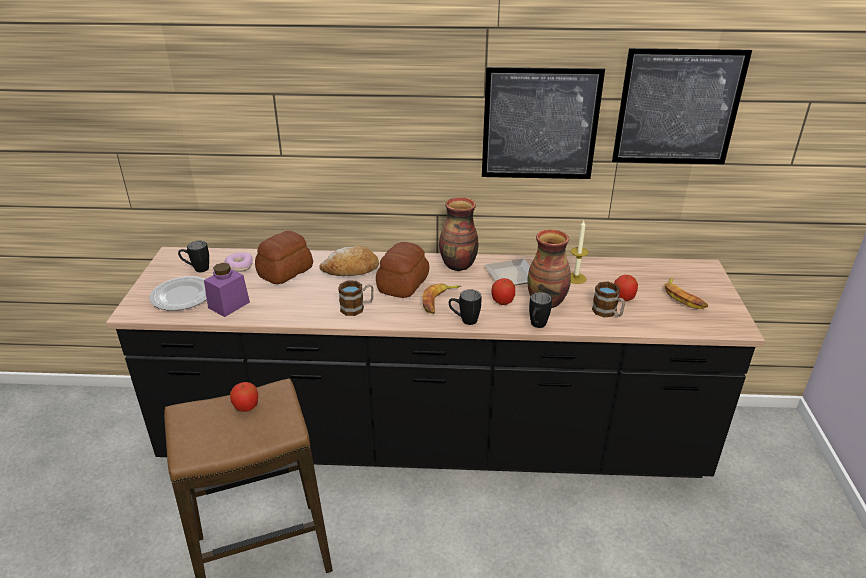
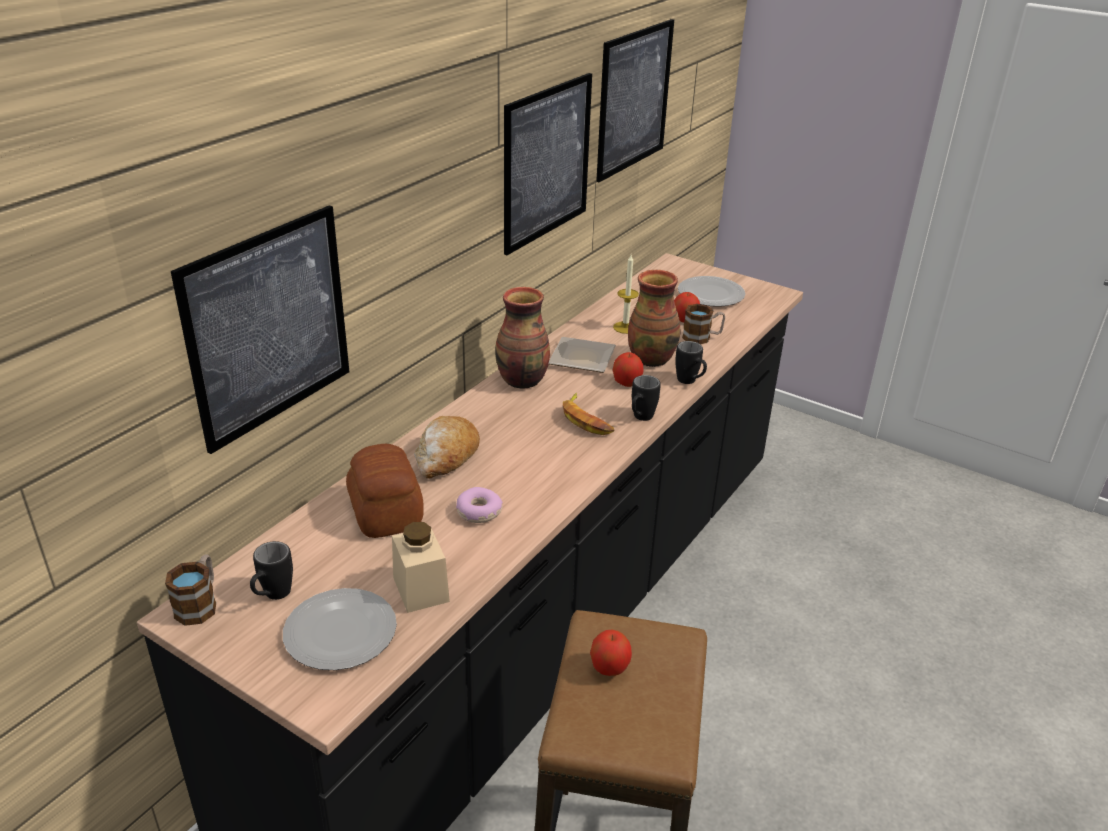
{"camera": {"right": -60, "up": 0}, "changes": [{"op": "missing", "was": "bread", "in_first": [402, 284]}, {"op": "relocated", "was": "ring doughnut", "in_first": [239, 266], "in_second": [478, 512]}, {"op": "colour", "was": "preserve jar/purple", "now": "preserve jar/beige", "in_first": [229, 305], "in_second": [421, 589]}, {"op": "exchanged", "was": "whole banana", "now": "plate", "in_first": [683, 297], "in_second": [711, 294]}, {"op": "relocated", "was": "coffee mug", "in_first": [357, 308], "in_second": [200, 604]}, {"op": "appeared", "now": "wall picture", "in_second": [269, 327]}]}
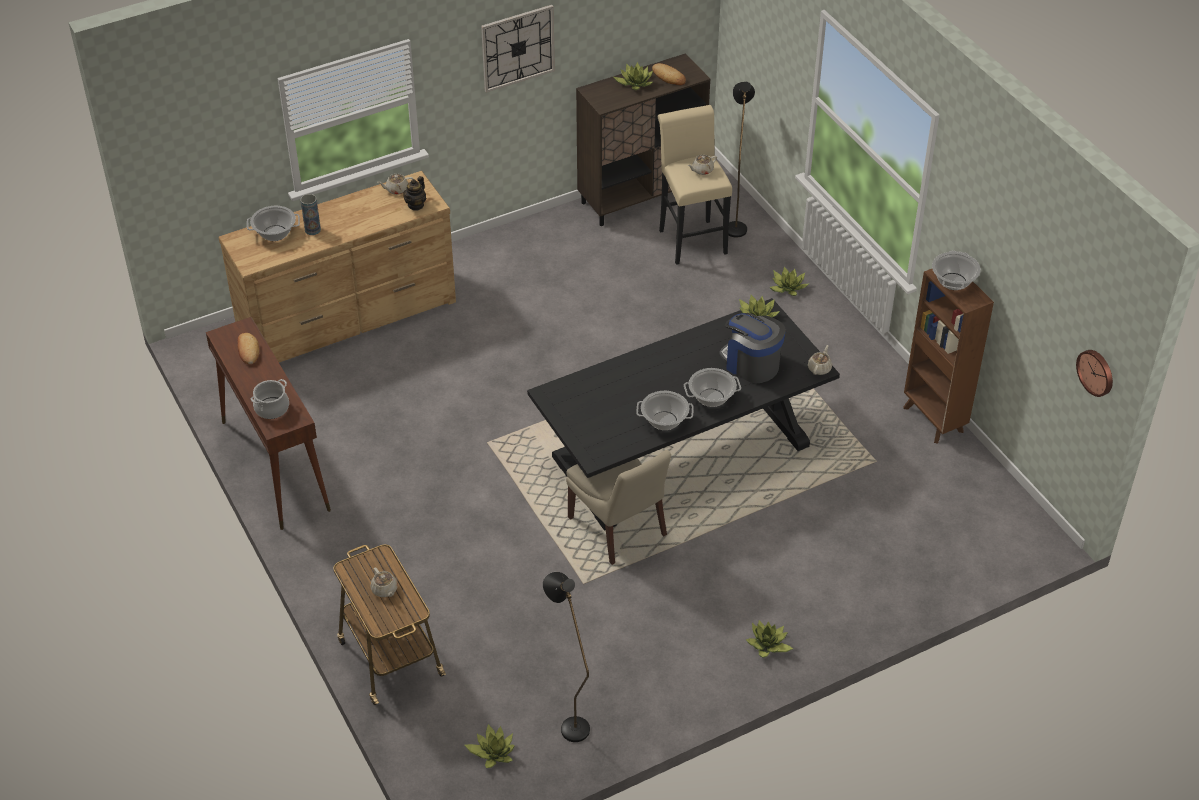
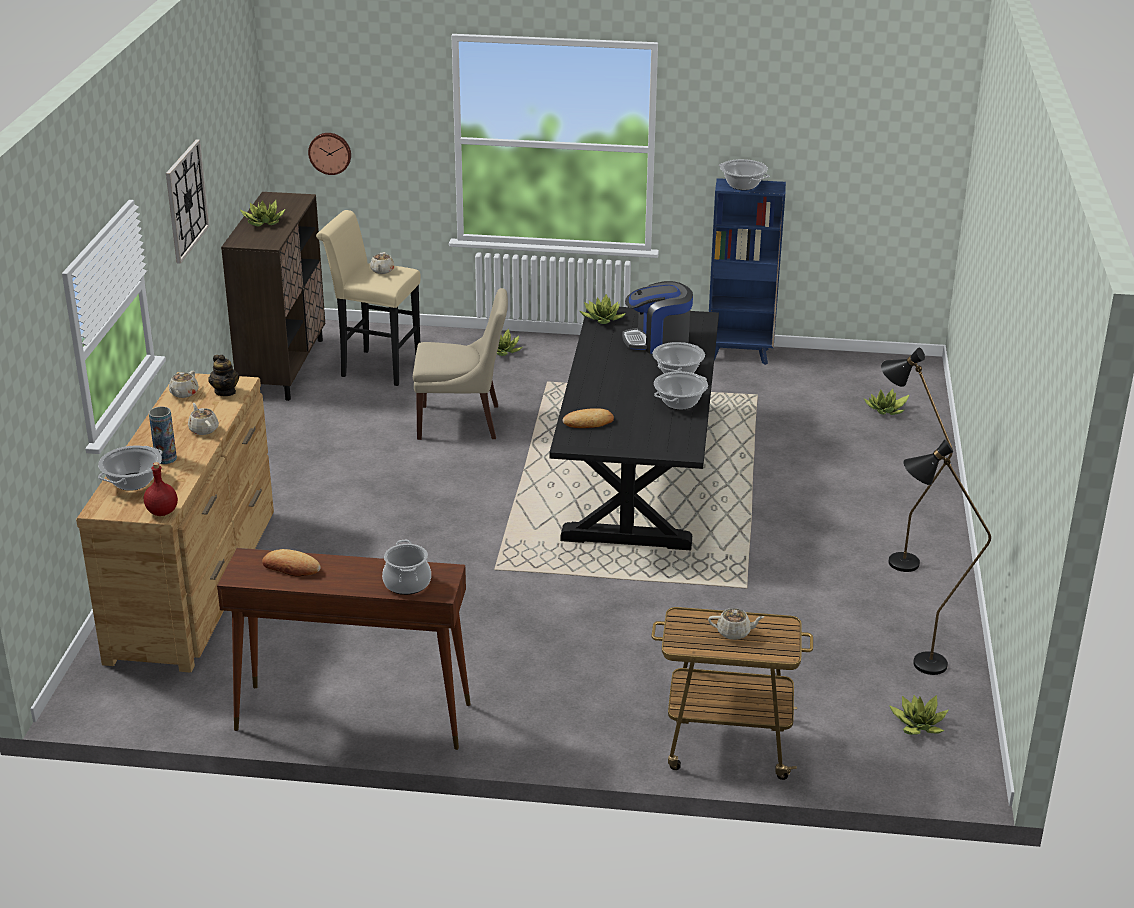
{"camera": {"right": -55, "up": -15}, "changes": [{"op": "relocated", "was": "bread", "in_first": [668, 77], "in_second": [588, 422]}, {"op": "relocated", "was": "standing lamp/blackish", "in_first": [735, 224], "in_second": [892, 559]}, {"op": "colour", "was": "bookshelf/brown-coloured", "now": "bookshelf/blue-coloured", "in_first": [933, 420], "in_second": [740, 355]}, {"op": "relocated", "was": "tea pot/beige", "in_first": [819, 368], "in_second": [203, 429]}, {"op": "relocated", "was": "wall clock", "in_first": [1096, 372], "in_second": [330, 153]}, {"op": "relocated", "was": "chair/beige", "in_first": [619, 529], "in_second": [462, 422]}, {"op": "relocated", "was": "houseplant", "in_first": [768, 645], "in_second": [886, 410]}, {"op": "appeared", "now": "bottle/red", "in_second": [163, 512]}]}
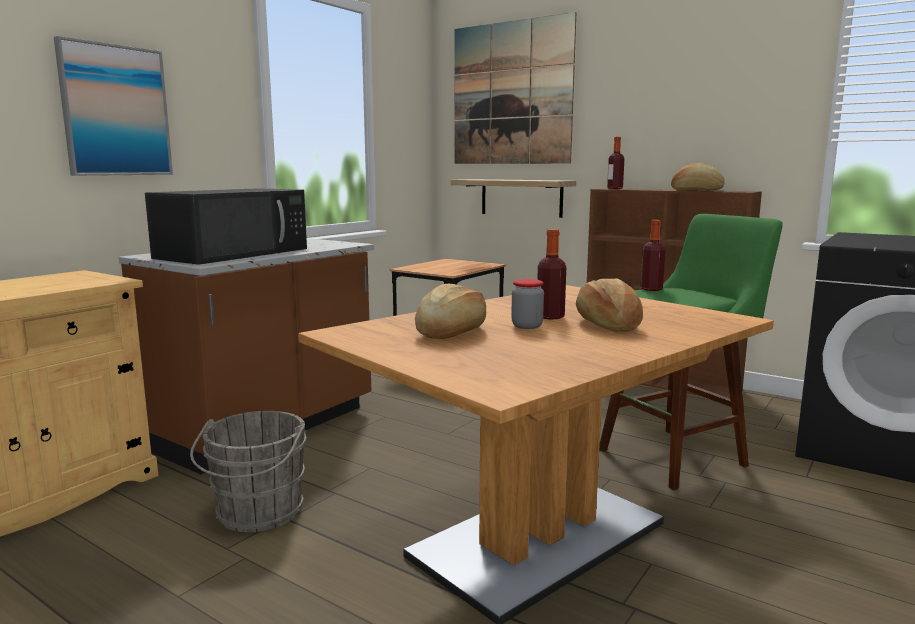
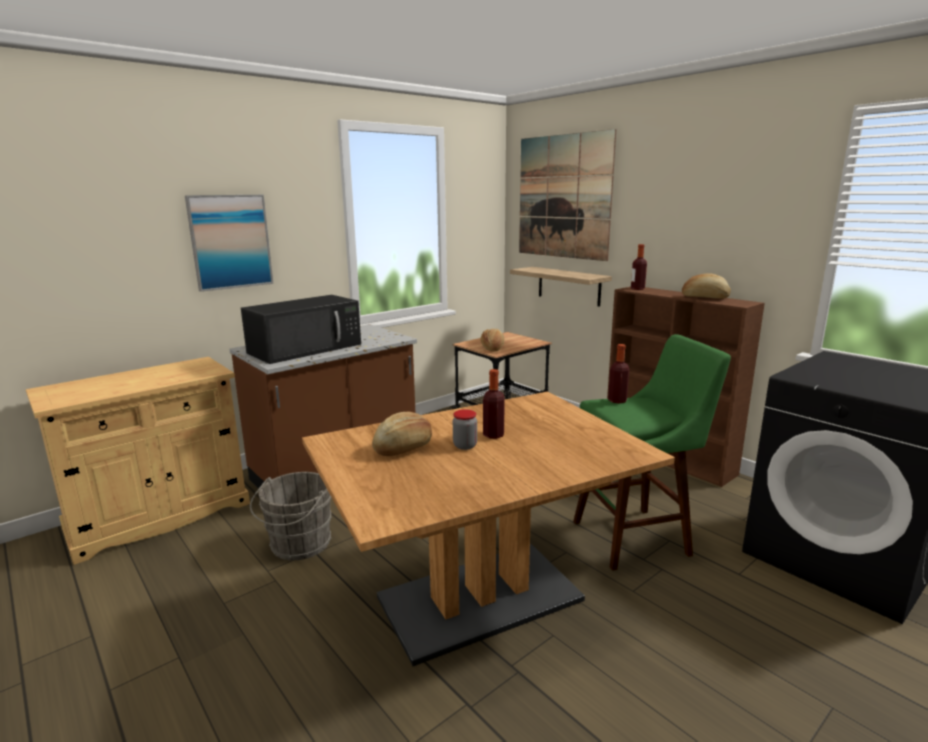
{"camera": {"right": 15, "up": 5}, "changes": [{"op": "relocated", "was": "bread", "in_first": [608, 324], "in_second": [493, 348]}]}
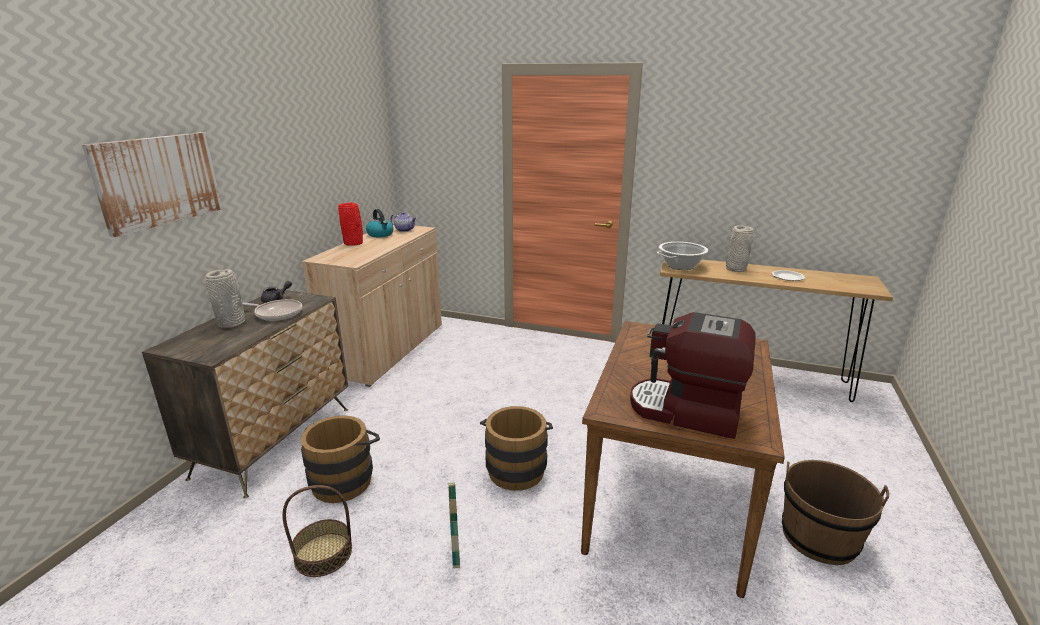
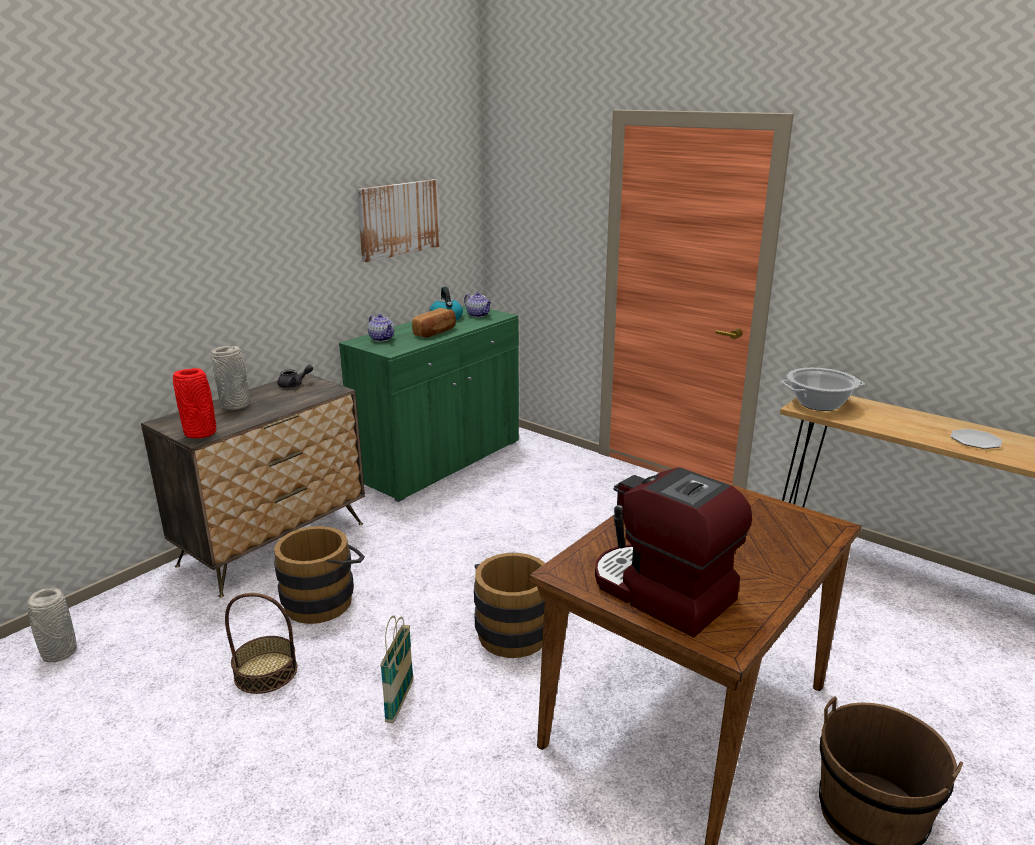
{"camera": {"right": 20, "up": 0}, "changes": [{"op": "relocated", "was": "wall picture", "in_first": [158, 180], "in_second": [399, 219]}, {"op": "relocated", "was": "decorative vase/red", "in_first": [354, 243], "in_second": [201, 433]}, {"op": "colour", "was": "cabinet/beige", "now": "cabinet/green-coloured", "in_first": [387, 350], "in_second": [440, 461]}, {"op": "relocated", "was": "decorative vase/greyish", "in_first": [735, 269], "in_second": [58, 652]}, {"op": "missing", "was": "pan", "in_first": [276, 313]}, {"op": "appeared", "now": "bread", "in_second": [435, 332]}, {"op": "appeared", "now": "tea pot", "in_second": [382, 339]}]}
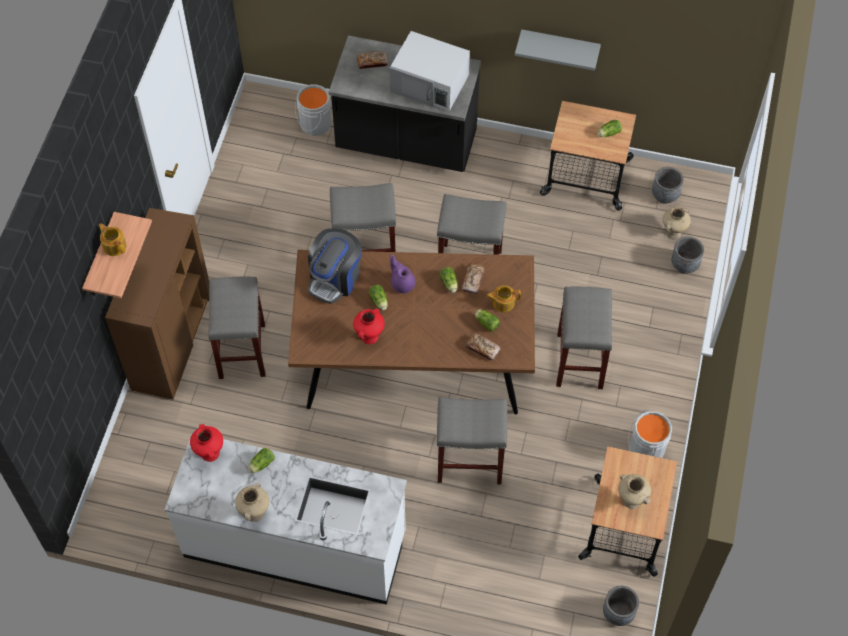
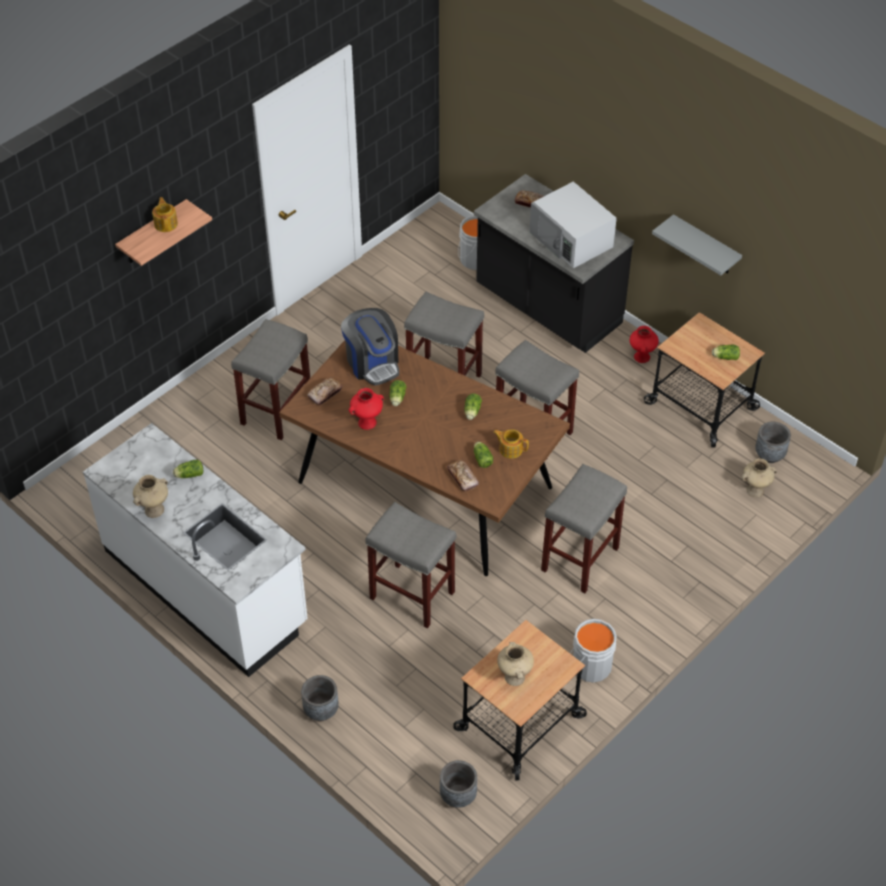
{"camera": {"right": 30, "up": -10}, "changes": [{"op": "missing", "was": "cabinet/brown-coloured", "in_first": [172, 342]}, {"op": "spun", "was": "coffee brewer", "in_first": [335, 278], "in_second": [372, 363], "clockwise": -90}, {"op": "relocated", "was": "flower pot/greyish", "in_first": [684, 265], "in_second": [321, 710]}, {"op": "missing", "was": "tea pot/purple", "in_first": [402, 283]}, {"op": "relocated", "was": "bread", "in_first": [473, 280], "in_second": [325, 394]}, {"op": "relocated", "was": "decorative vase/red", "in_first": [209, 453], "in_second": [641, 356]}]}
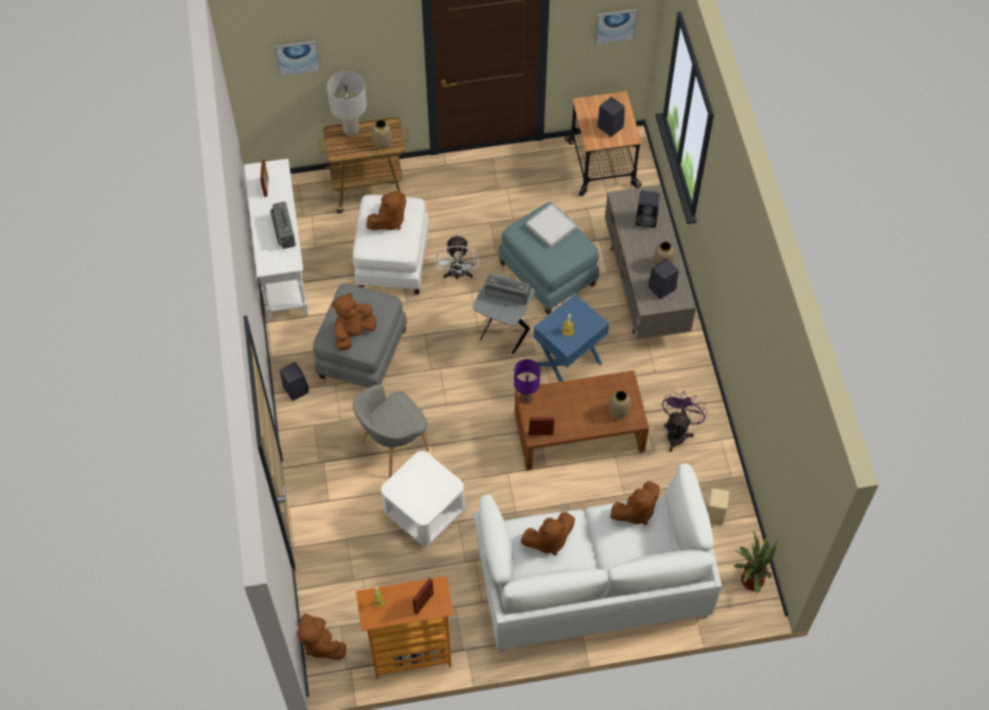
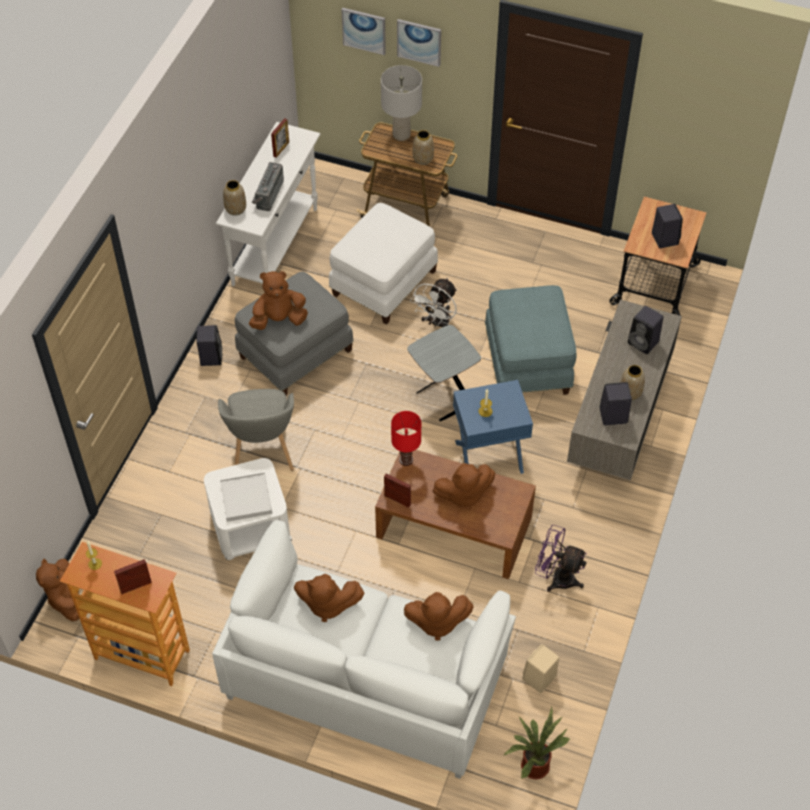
{"camera": {"right": 30, "up": -5}, "changes": [{"op": "relocated", "was": "wall picture", "in_first": [615, 25], "in_second": [419, 42]}, {"op": "relocated", "was": "cuddly toy/brown-coloured", "in_first": [389, 221], "in_second": [463, 494]}, {"op": "relocated", "was": "tray/whitish", "in_first": [551, 226], "in_second": [246, 498]}, {"op": "missing", "was": "radio set", "in_first": [508, 293]}, {"op": "colour", "was": "table lamp/purple", "now": "table lamp/red", "in_first": [526, 398], "in_second": [406, 459]}, {"op": "spun", "was": "lounge chair/greyish", "in_first": [393, 448], "in_second": [262, 453], "clockwise": -90}, {"op": "relocated", "was": "decorative vase", "in_first": [619, 412], "in_second": [235, 209]}, {"op": "spun", "was": "fan/purple", "in_first": [678, 432], "in_second": [556, 577], "clockwise": -120}]}
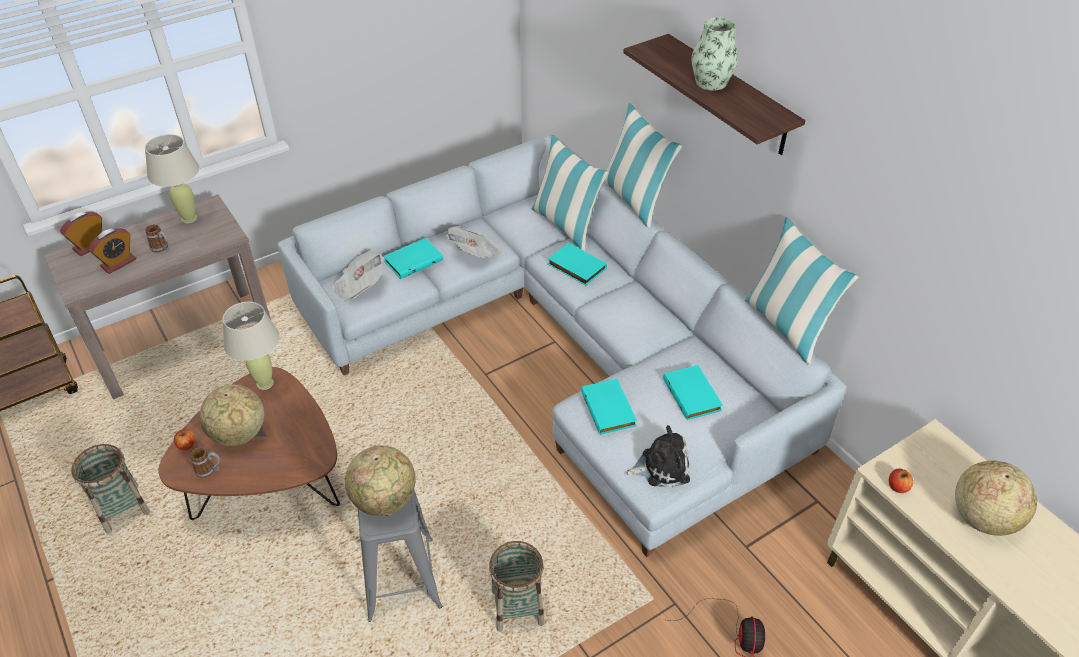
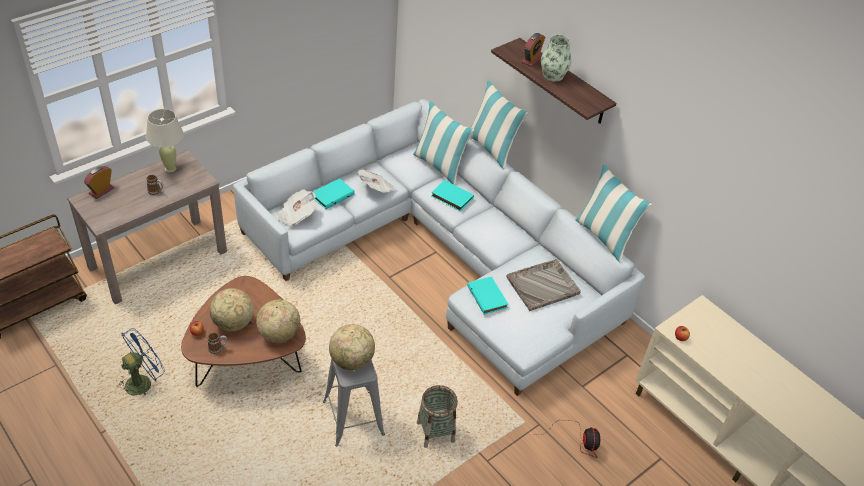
{"camera": {"right": -10, "up": 0}, "changes": [{"op": "relocated", "was": "alarm clock", "in_first": [118, 263], "in_second": [531, 60]}, {"op": "missing", "was": "table lamp/beige", "in_first": [265, 383]}, {"op": "exchanged", "was": "volume/turquoise-coloured", "now": "tray/greyish", "in_first": [693, 395], "in_second": [543, 285]}, {"op": "missing", "was": "cuddly toy", "in_first": [661, 466]}, {"op": "exchanged", "was": "storage basket", "now": "fan/blue-coloured", "in_first": [122, 509], "in_second": [143, 381]}, {"op": "relocated", "was": "desk globe", "in_first": [982, 518], "in_second": [279, 334]}]}
